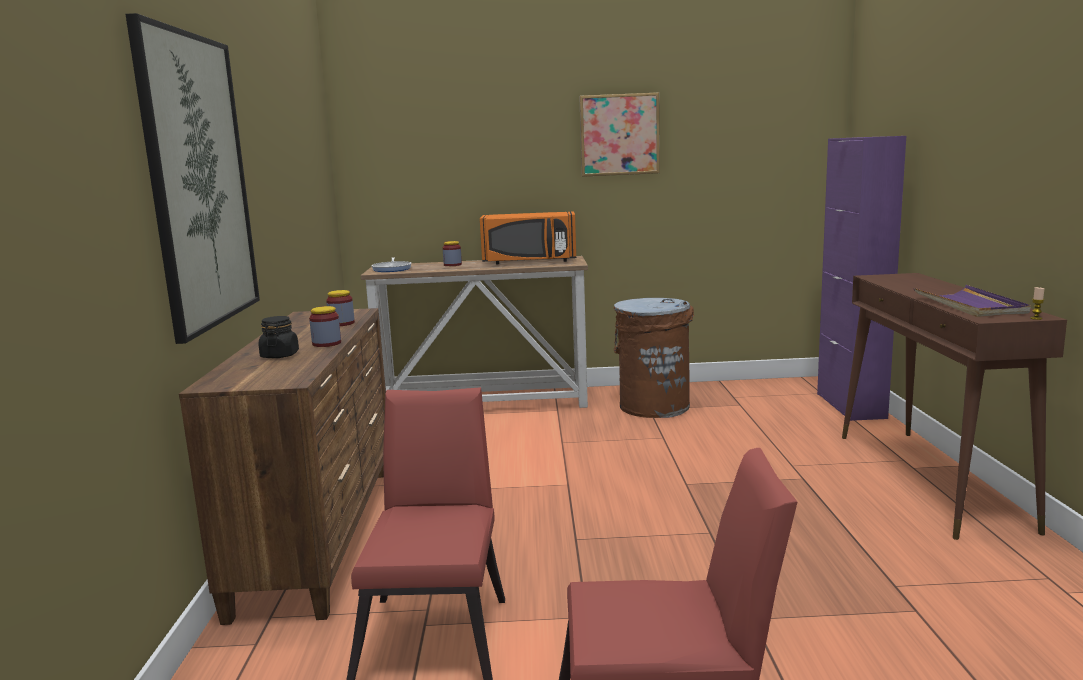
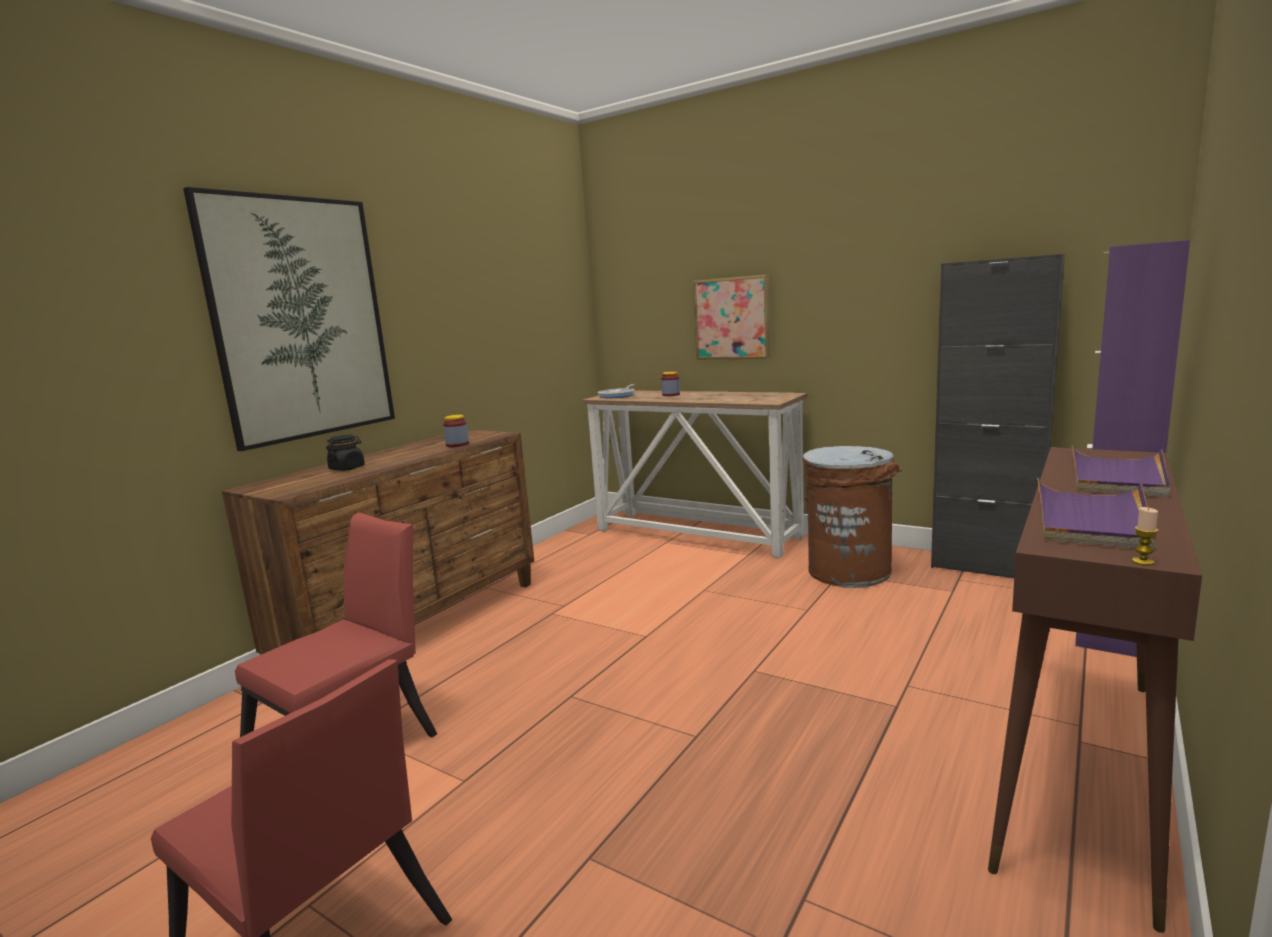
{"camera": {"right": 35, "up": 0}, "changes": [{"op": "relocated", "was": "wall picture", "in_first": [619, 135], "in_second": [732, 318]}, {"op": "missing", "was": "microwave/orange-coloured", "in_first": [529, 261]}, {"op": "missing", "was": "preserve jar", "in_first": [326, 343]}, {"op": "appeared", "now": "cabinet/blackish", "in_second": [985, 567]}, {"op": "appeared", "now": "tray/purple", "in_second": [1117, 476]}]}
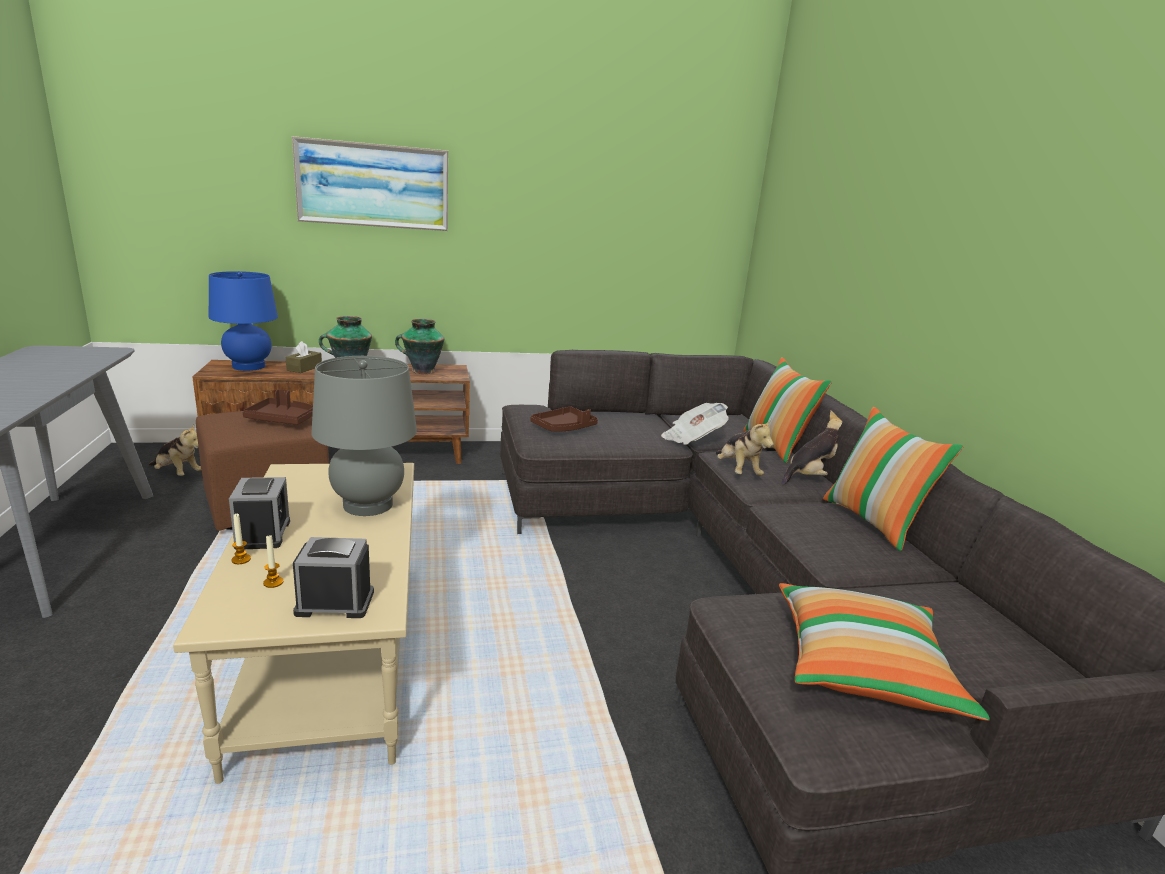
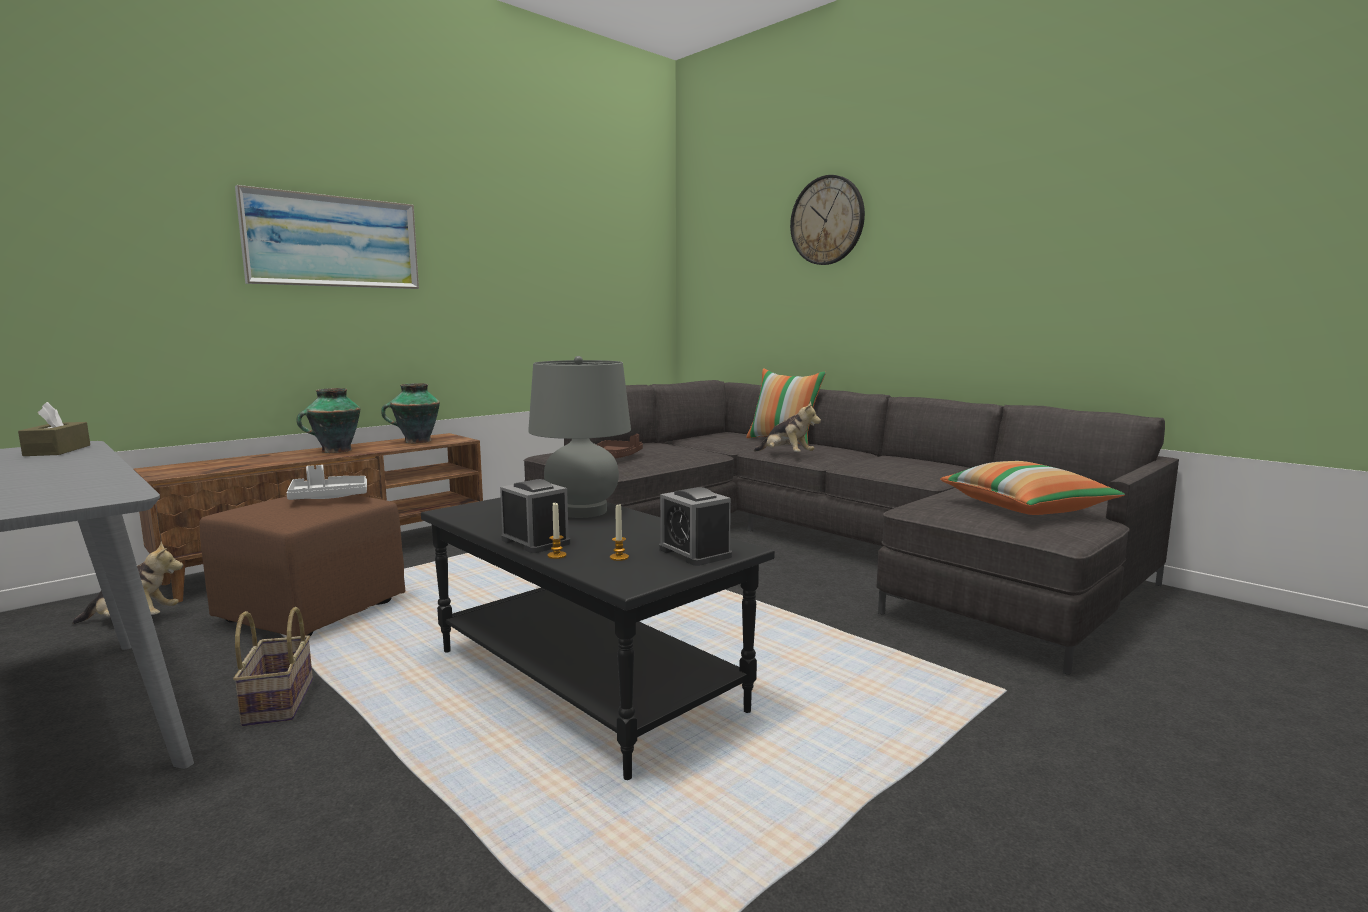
{"camera": {"right": -30, "up": -10}, "changes": [{"op": "missing", "was": "table lamp/blue-coloured", "in_first": [248, 366]}, {"op": "relocated", "was": "box of tissues/brown-coloured", "in_first": [304, 368], "in_second": [57, 450]}, {"op": "colour", "was": "tray/brown-coloured", "now": "tray/whitish", "in_first": [282, 419], "in_second": [329, 497]}, {"op": "missing", "was": "newspaper", "in_first": [692, 438]}, {"op": "missing", "was": "cushion", "in_first": [873, 522]}, {"op": "missing", "was": "cuddly toy", "in_first": [812, 477]}, {"op": "colour", "was": "coffee table/beige", "now": "coffee table/blackish", "in_first": [334, 658], "in_second": [588, 679]}, {"op": "spun", "was": "alarm clock", "in_first": [335, 602], "in_second": [694, 553], "clockwise": -90}, {"op": "appeared", "now": "wall clock", "in_second": [827, 220]}, {"op": "appeared", "now": "storage basket", "in_second": [277, 701]}]}
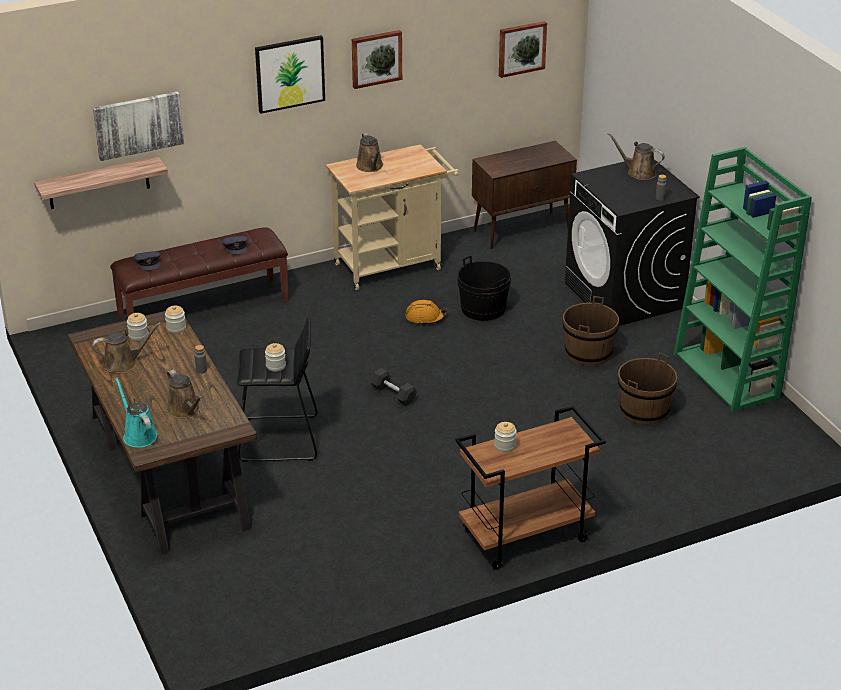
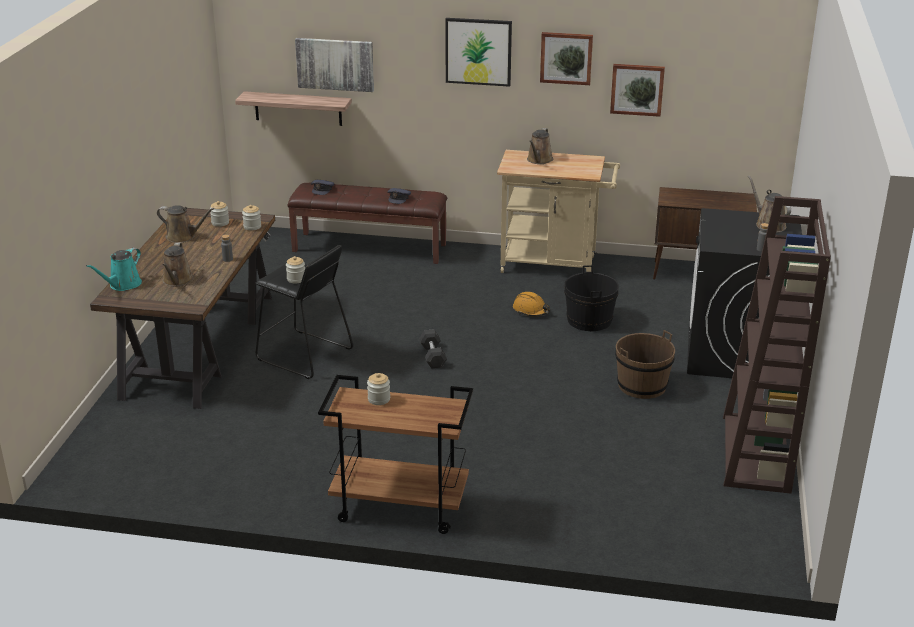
{"camera": {"right": 35, "up": -5}, "changes": [{"op": "relocated", "was": "wall picture", "in_first": [521, 48], "in_second": [637, 89]}, {"op": "colour", "was": "bookshelf/green-coloured", "now": "bookshelf/brown-coloured", "in_first": [727, 376], "in_second": [757, 454]}, {"op": "missing", "was": "water bucket/brown-coloured", "in_first": [644, 410]}, {"op": "spun", "was": "sprinkling can/turquoise-coloured", "in_first": [138, 435], "in_second": [123, 285], "clockwise": -150}]}
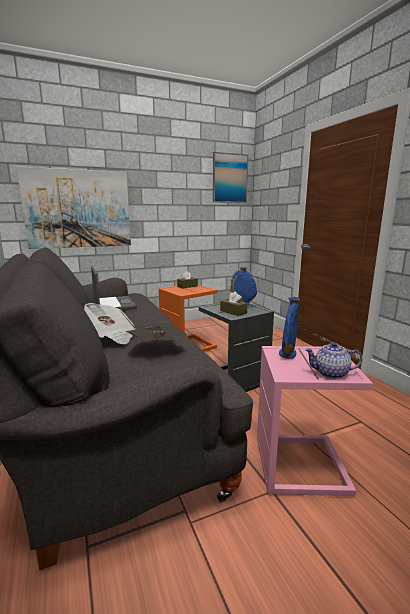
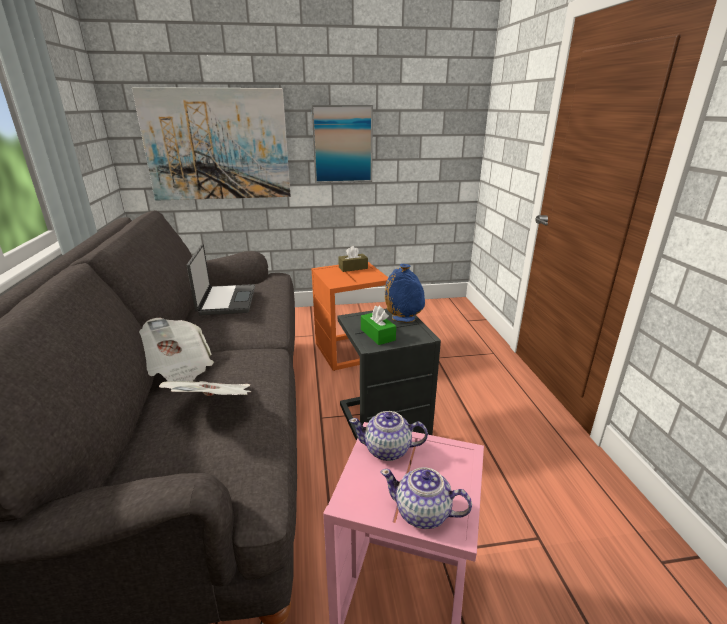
{"camera": {"right": 15, "up": 10}, "changes": [{"op": "relocated", "was": "wall picture", "in_first": [229, 178], "in_second": [342, 144]}, {"op": "colour", "was": "box of tissues/brown-coloured", "now": "box of tissues/green-coloured", "in_first": [233, 312], "in_second": [377, 335]}, {"op": "exchanged", "was": "decorative vase/blue-coloured", "now": "tea pot", "in_first": [287, 354], "in_second": [388, 450]}]}
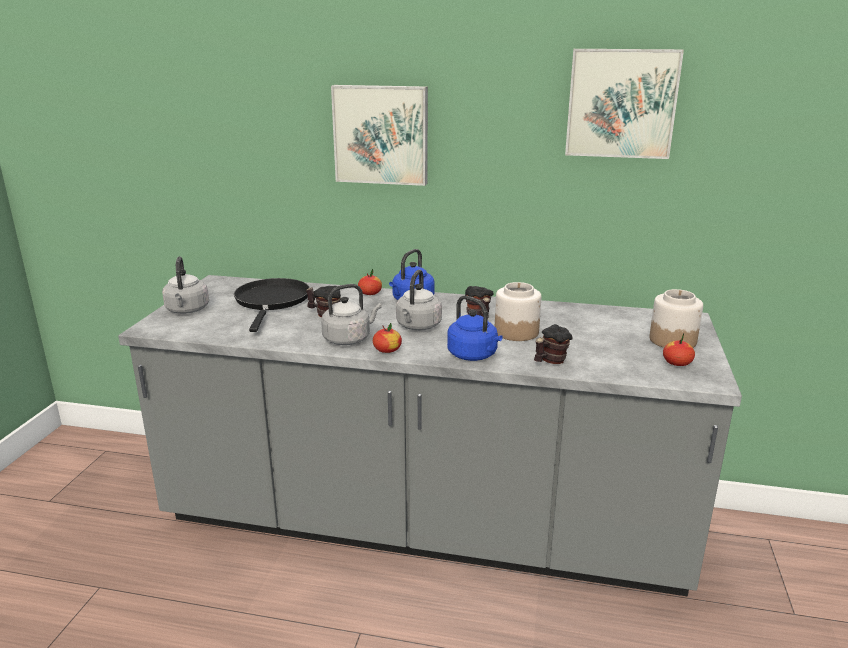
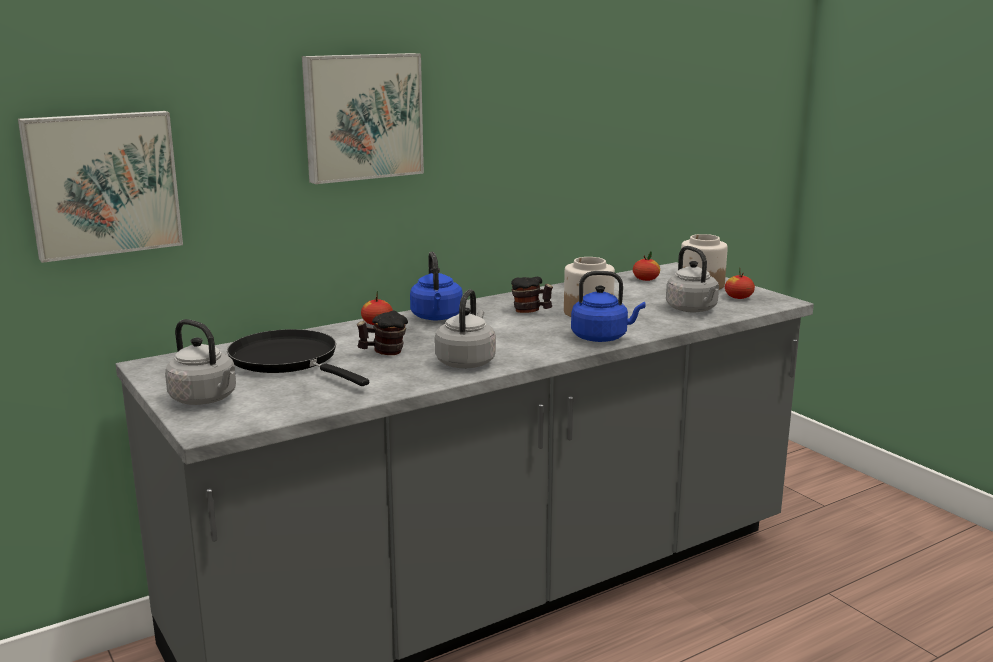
{"camera": {"right": -45, "up": -5}, "changes": [{"op": "relocated", "was": "wall picture", "in_first": [621, 103], "in_second": [102, 183]}, {"op": "relocated", "was": "water kettle/greyish", "in_first": [417, 326], "in_second": [693, 310]}, {"op": "relocated", "was": "whole apple", "in_first": [387, 350], "in_second": [646, 279]}, {"op": "missing", "was": "coffee mug", "in_first": [550, 361]}]}
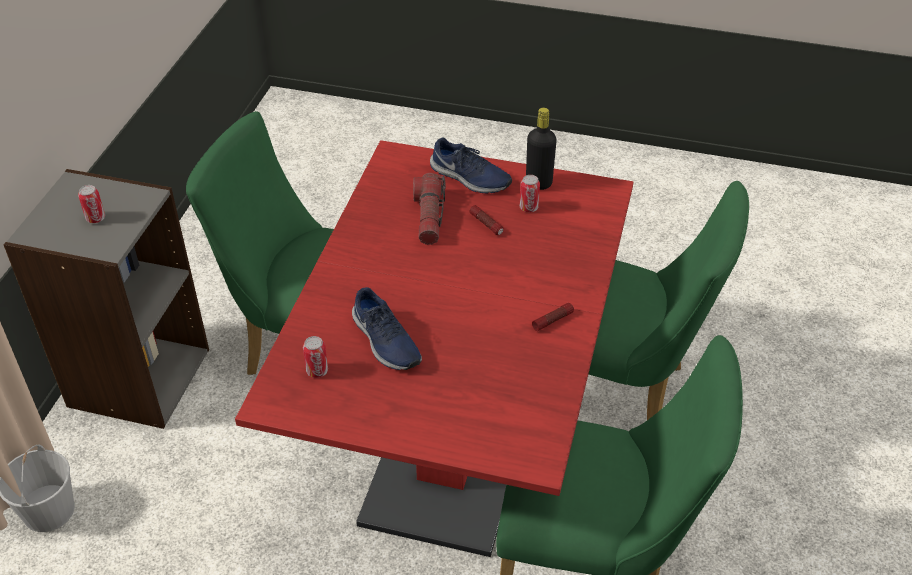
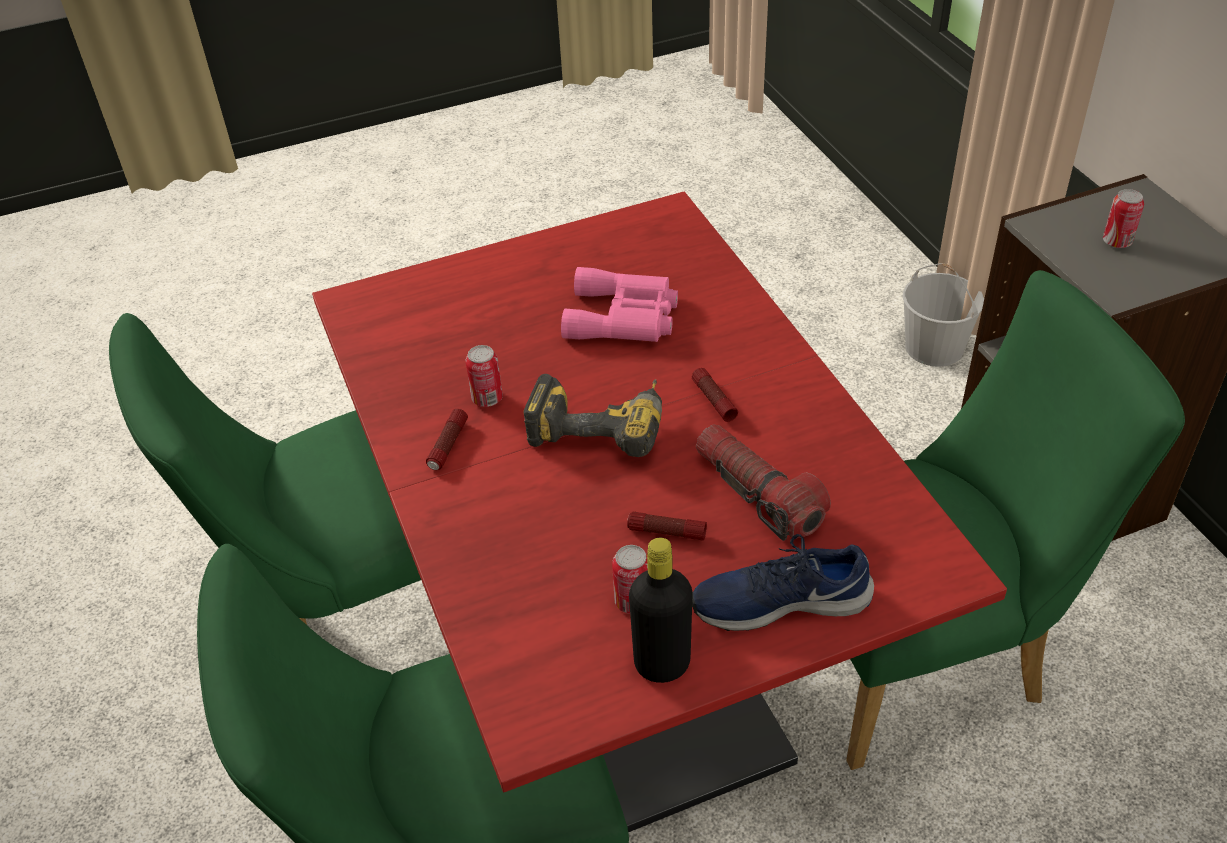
{"camera": {"right": 145, "up": 0}, "changes": [{"op": "exchanged", "was": "low shoe/blue-coloured", "now": "pair of binoculars/pink", "in_first": [385, 342], "in_second": [624, 317]}, {"op": "relocated", "was": "metal can", "in_first": [317, 371], "in_second": [487, 398]}, {"op": "appeared", "now": "hand torch", "in_second": [713, 400]}, {"op": "appeared", "now": "power drill", "in_second": [600, 424]}]}
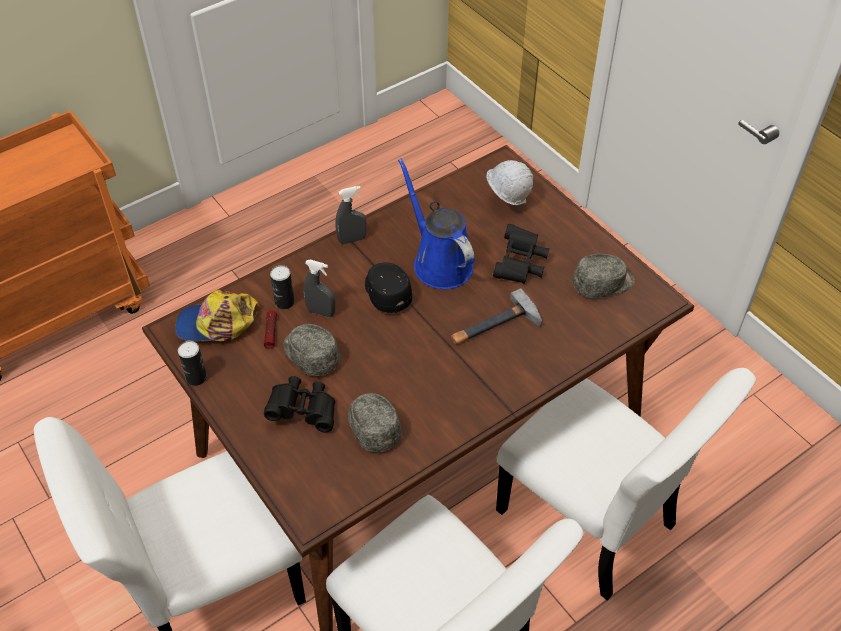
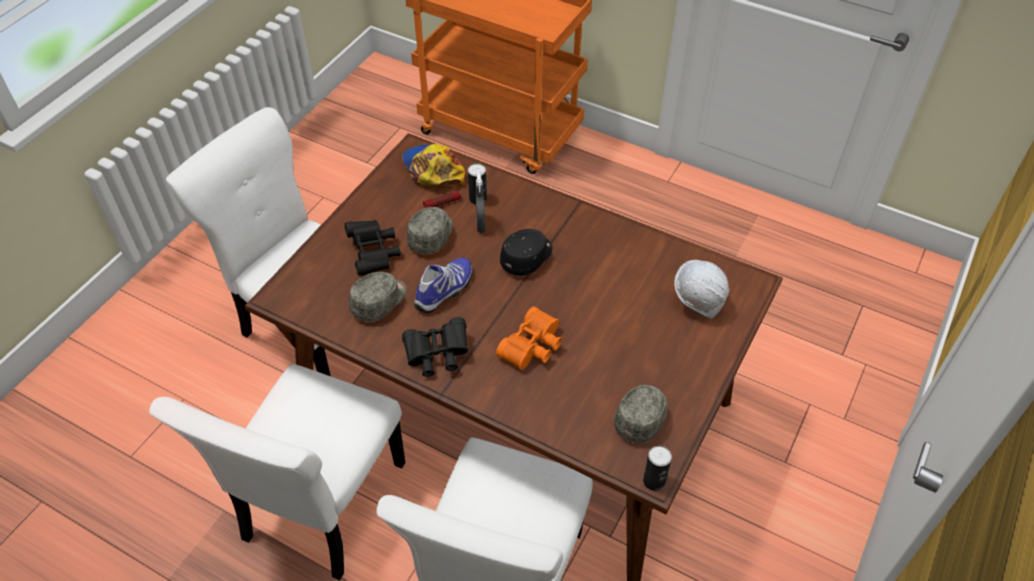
{"camera": {"right": 65, "up": 0}, "changes": [{"op": "missing", "was": "sprinkling can/blue-coloured", "in_first": [439, 262]}, {"op": "missing", "was": "hand sprayer/greyish", "in_first": [352, 239]}, {"op": "relocated", "was": "pair of binoculars/blackish", "in_first": [520, 264], "in_second": [437, 355]}, {"op": "spun", "was": "baseball cap/greyish", "in_first": [603, 284], "in_second": [642, 417], "clockwise": -105}, {"op": "exchanged", "was": "hammer", "now": "pair of binoculars/orange-coloured", "in_first": [494, 327], "in_second": [533, 347]}, {"op": "relocated", "was": "metal can", "in_first": [196, 377], "in_second": [654, 481]}, {"op": "appeared", "now": "low shoe", "in_second": [445, 291]}]}
